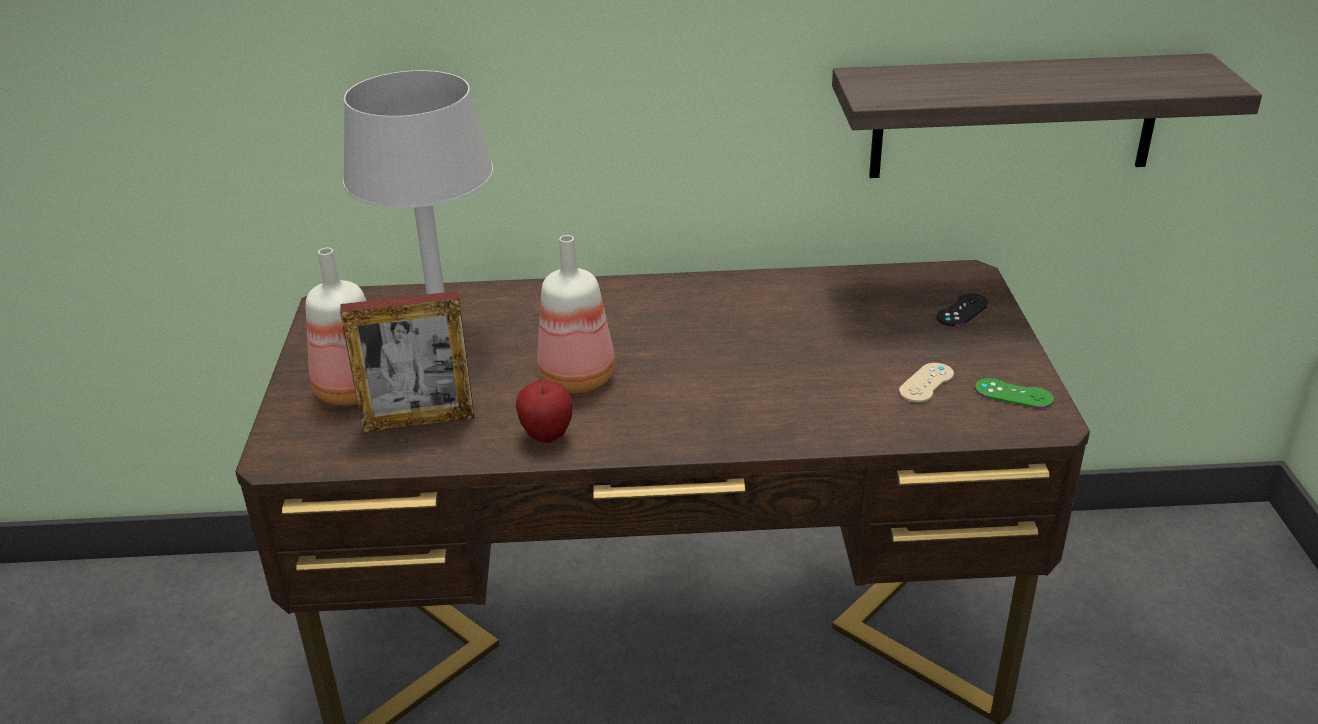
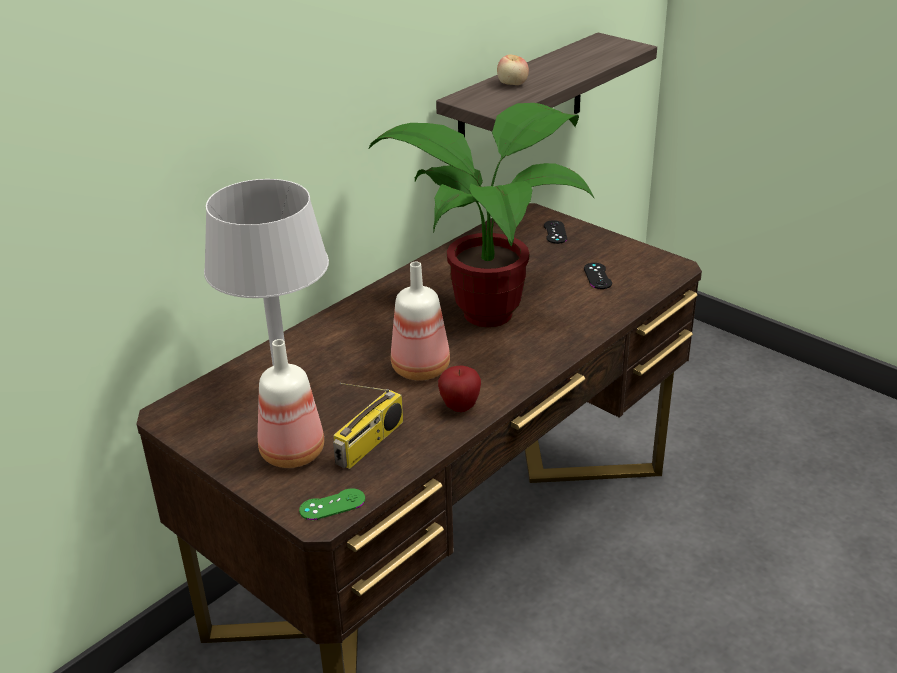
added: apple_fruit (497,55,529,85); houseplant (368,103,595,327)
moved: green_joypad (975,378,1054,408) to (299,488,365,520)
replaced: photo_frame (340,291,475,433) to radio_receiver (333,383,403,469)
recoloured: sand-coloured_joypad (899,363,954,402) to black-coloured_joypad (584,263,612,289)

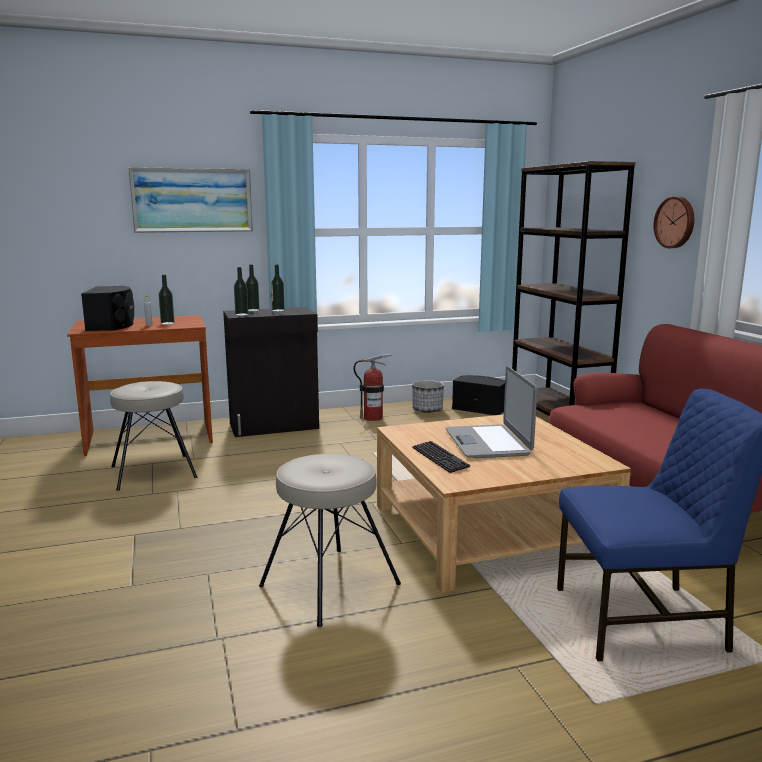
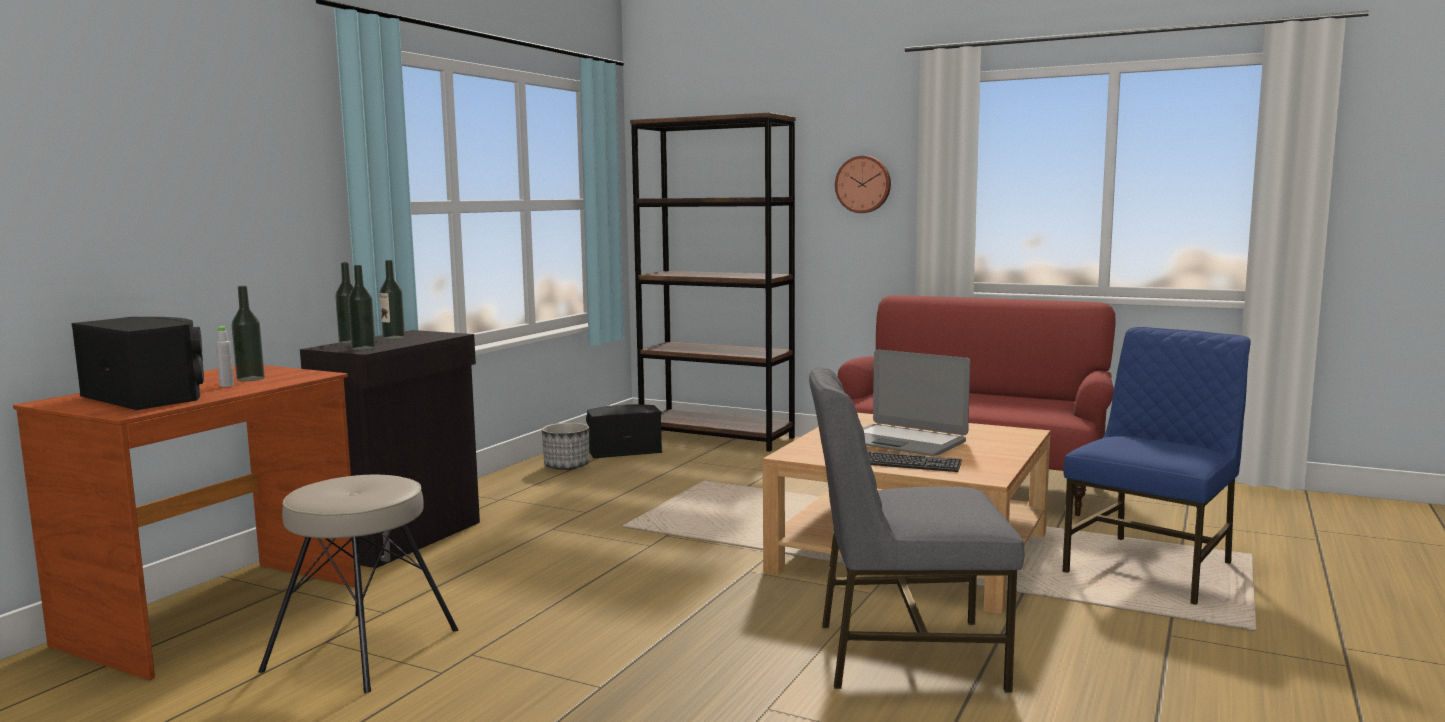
removed: wall_picture (128,167,253,233); extinguisher (354,354,392,421)
replaced: sand-coloured_stool (259,454,401,627) to grey_chair (809,367,1025,692)

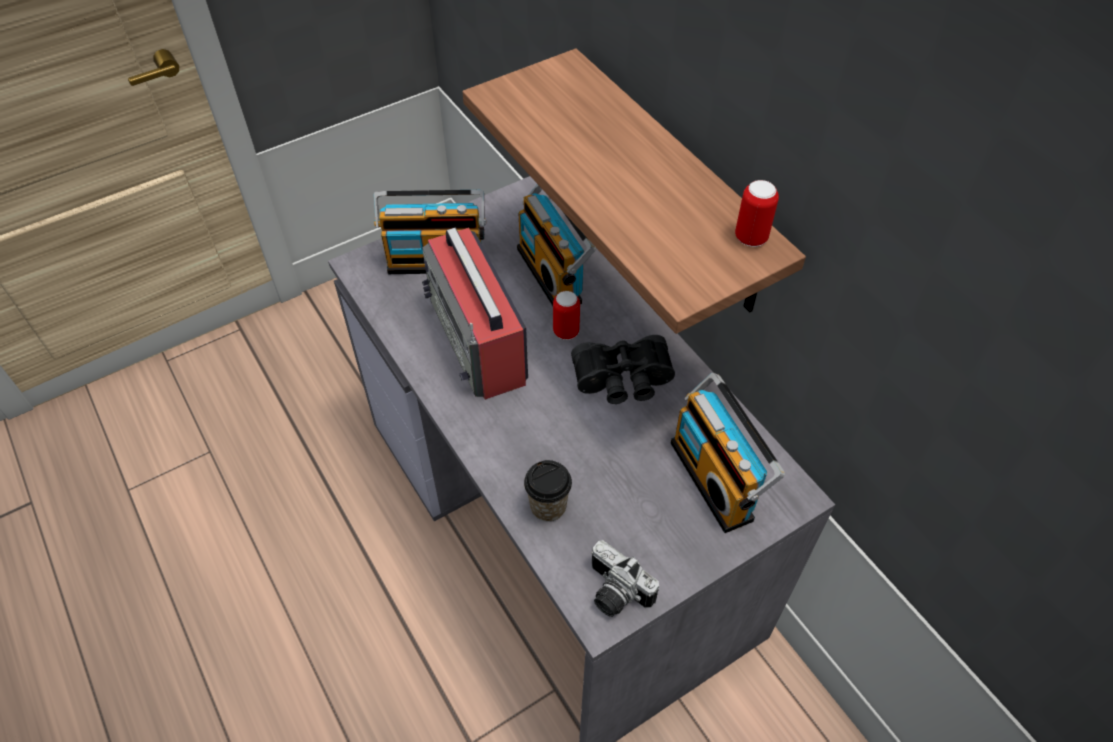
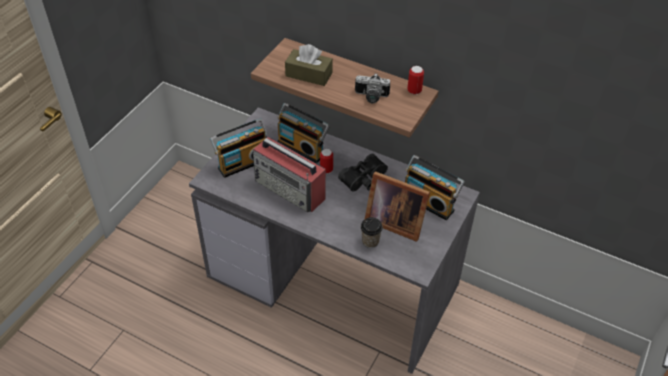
added: brown-coloured_tissue_box (285,44,333,86); photo_frame (364,171,430,242)
moved: photo_camera (591,540,659,617) to (355,73,390,103)

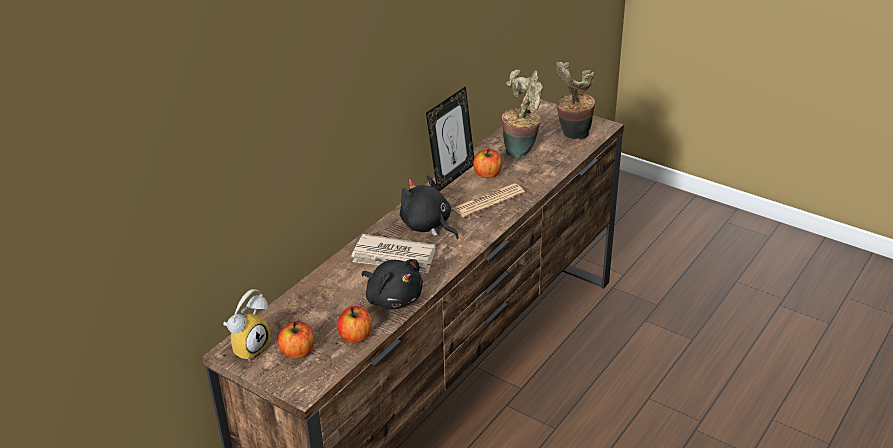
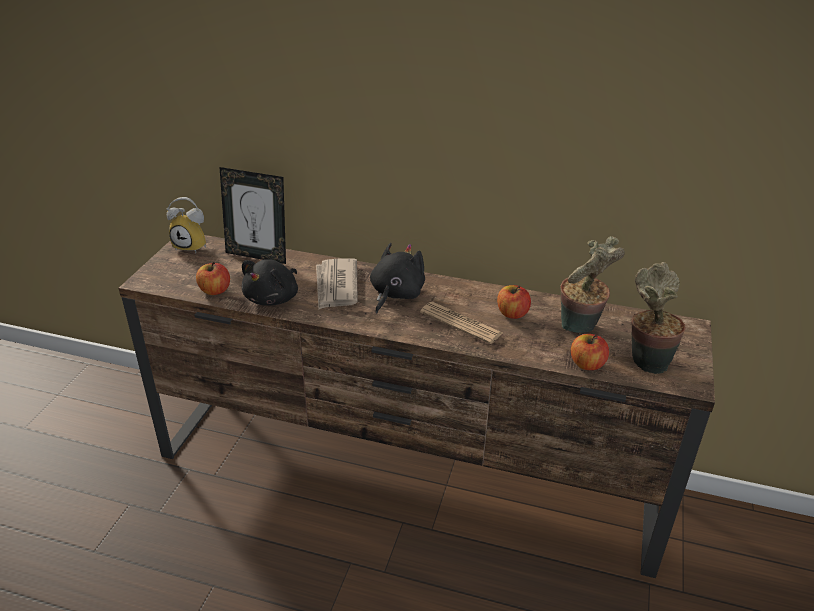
moved: photo_frame (426,86,474,191) to (219,167,286,264); apple_fruit (278,321,314,359) to (571,334,609,370)

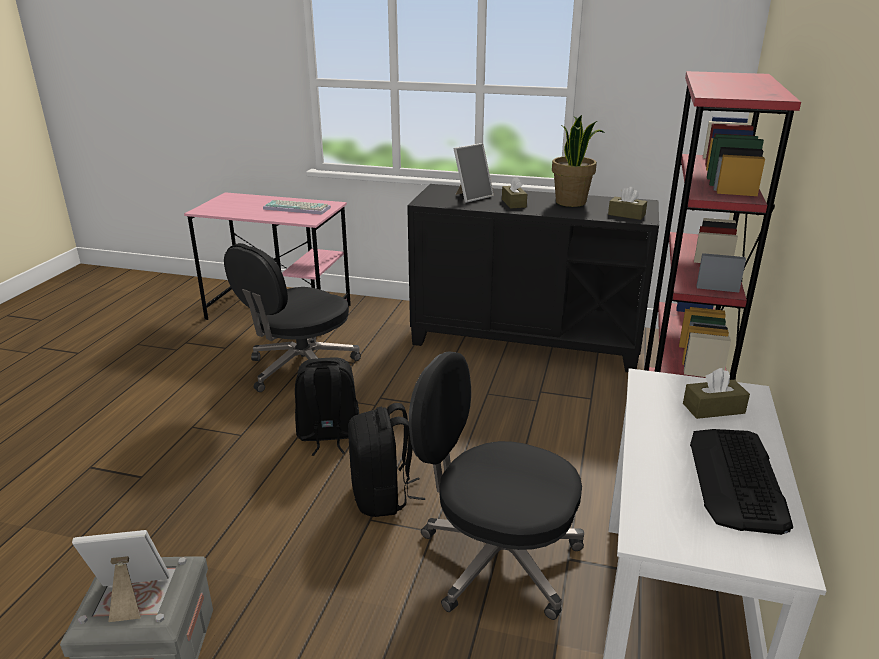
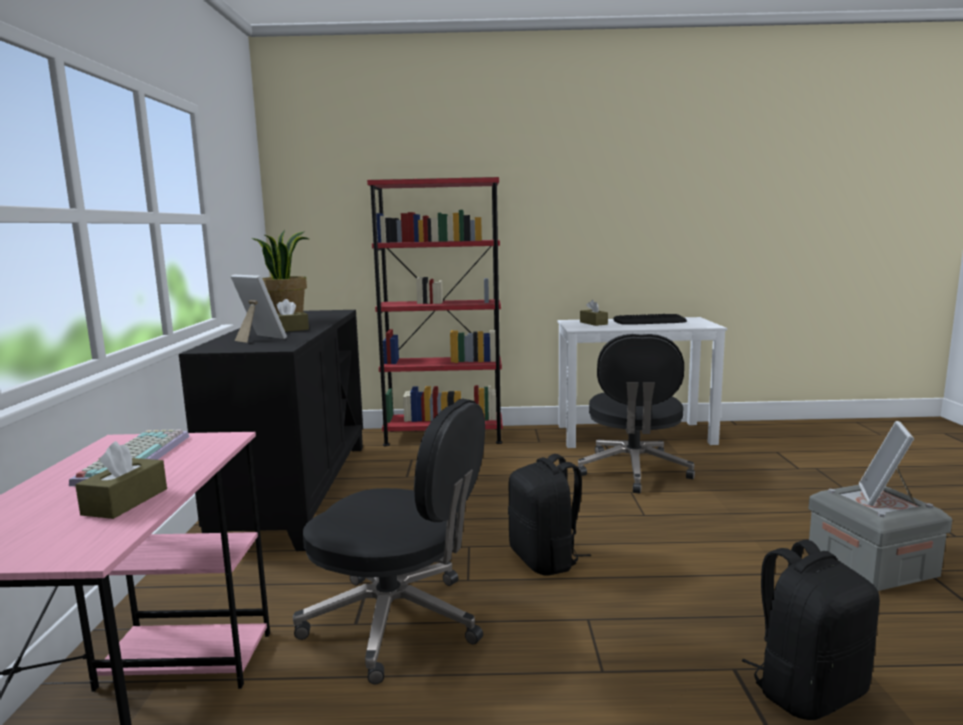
moved: brown-coloured_tissue_box (608,187,647,220) to (75,441,167,519); black-coloured_rucksack (348,403,425,517) to (742,540,880,720)
turned: photo_frame (72,530,170,622) = (859,421,916,506) 45 degrees clockwise

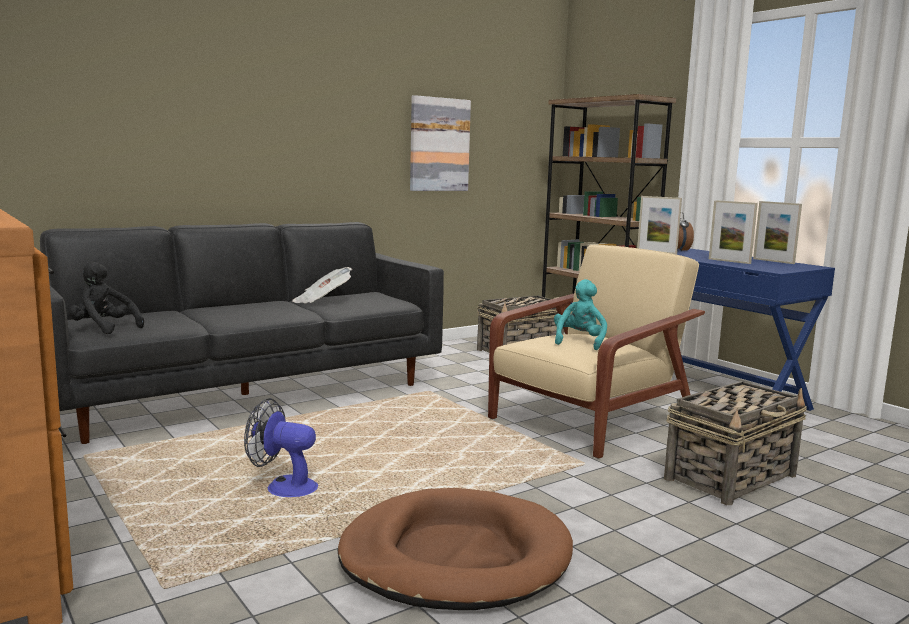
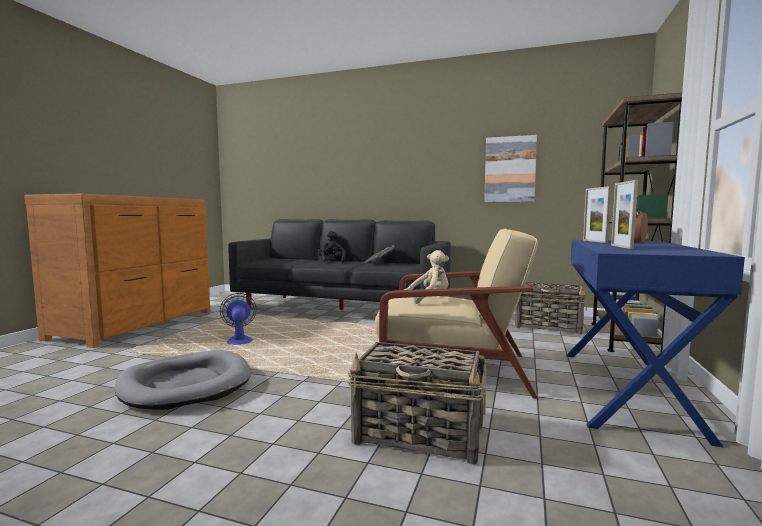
removed: photo_frame (753,201,802,264)
moved: black-coloured_plush_toy (69,262,144,334) to (318,231,346,263)
recoloured: blue-green_plush_toy (554,279,607,350) to sand-coloured_plush_toy (404,250,449,304); brown-coloured_dog_cushion (337,488,573,610) to grey_dog_cushion (114,350,251,410)

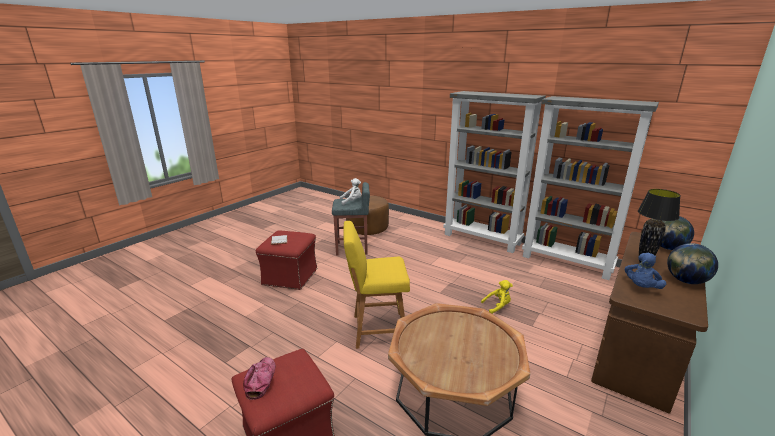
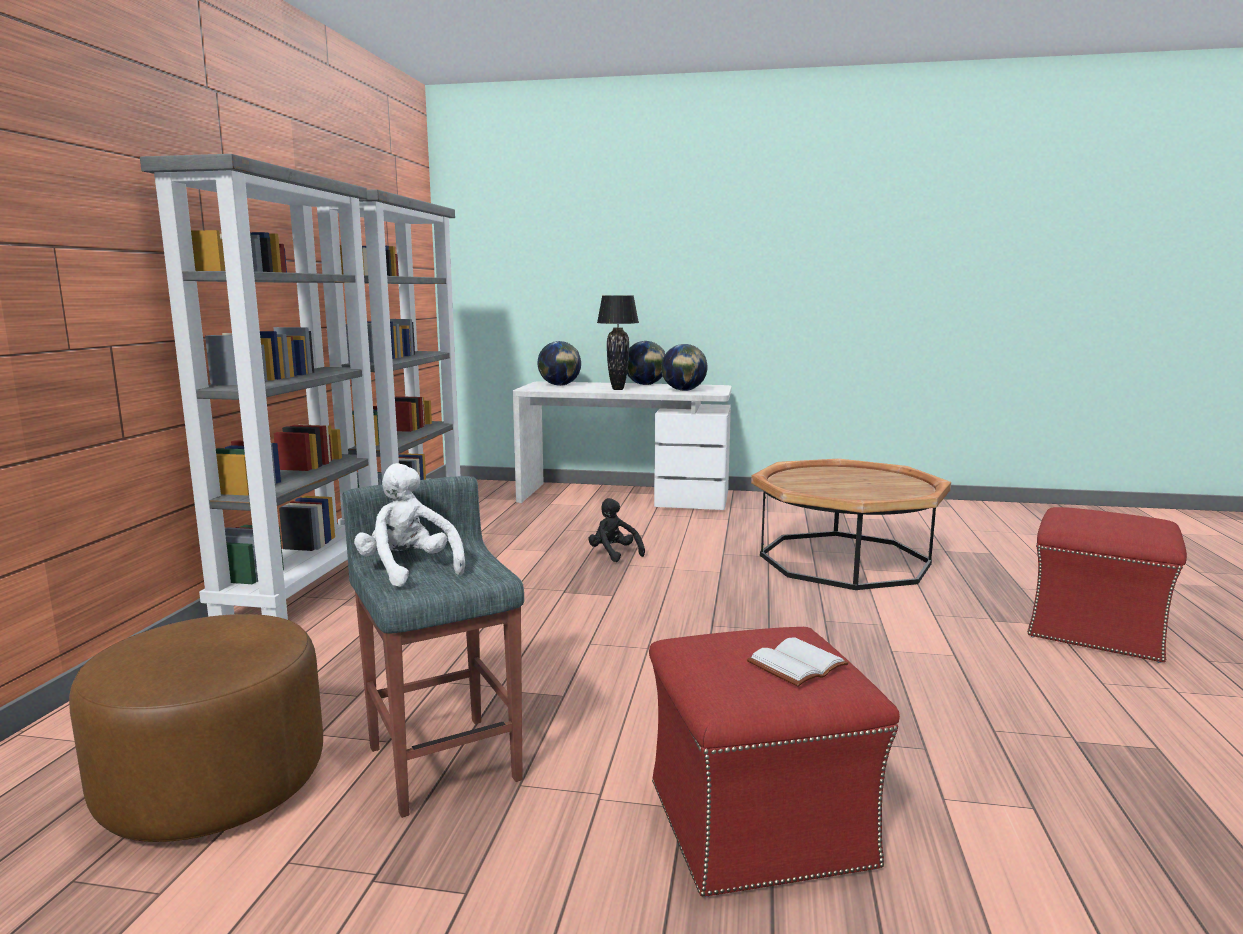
removed: yellowish_stool (343,221,410,349); peaked_cap (243,357,276,400)
replaced: bluish_plush_toy (625,253,666,289) to world_globe (661,344,707,391)
recoloured: brown-coloured_desk (591,232,708,414) to white-coloured_desk (513,381,732,510); yellowish_plush_toy (481,280,513,314) to black-coloured_plush_toy (588,498,645,562)

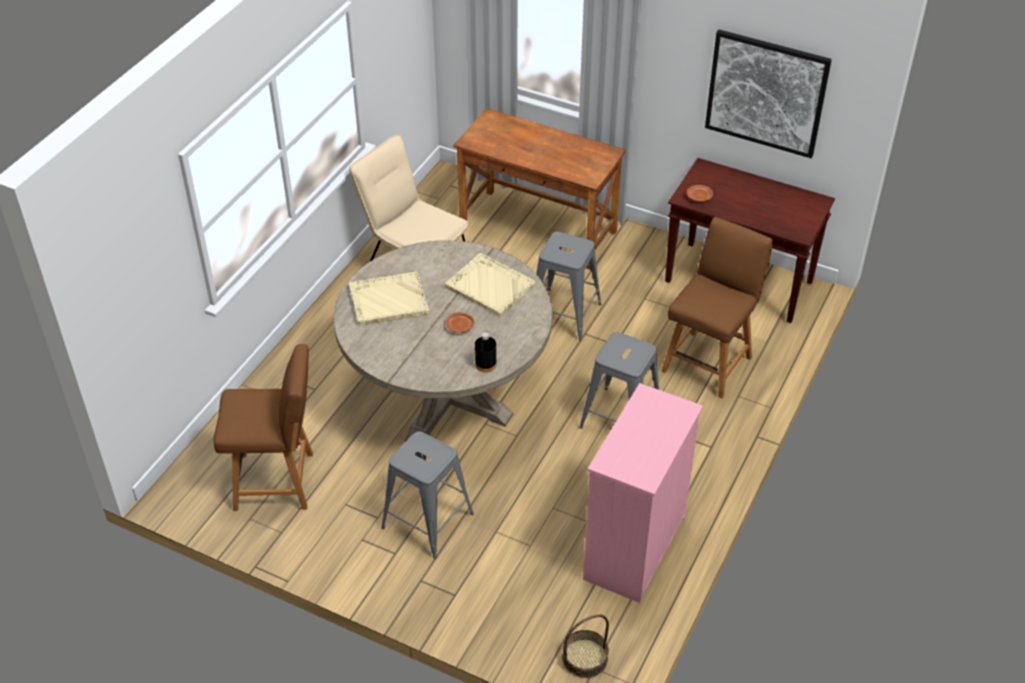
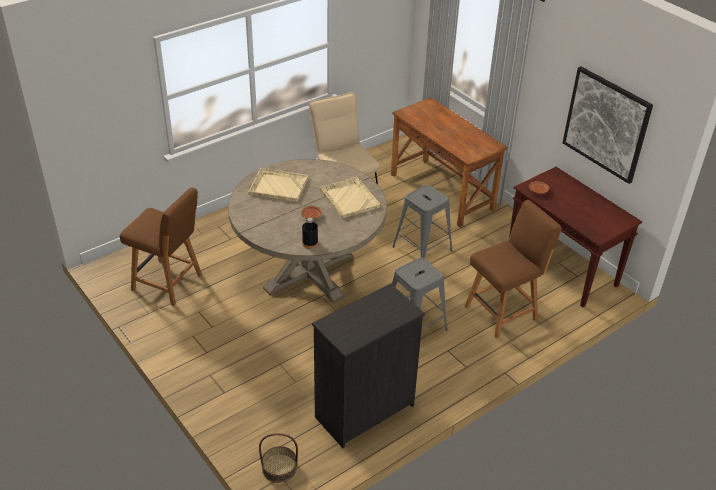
removed: grey_stool (381,431,474,558)
recoloured: pink-coloured_chest_of_drawers (583,383,703,603) to black-coloured_chest_of_drawers (312,284,425,448)

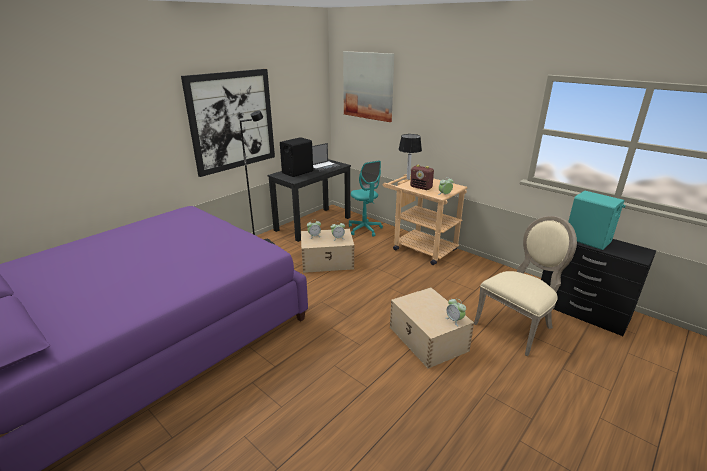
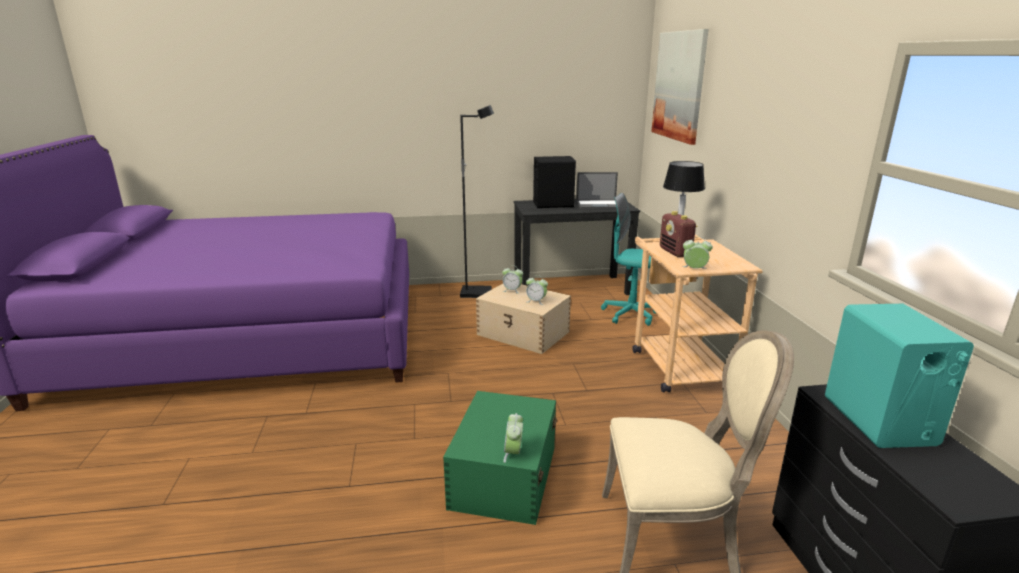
removed: wall_picture (181,69,275,177)
recoloured: sand-coloured_storage_box (390,287,474,369) to green_storage_box (443,391,557,525)
turned: blue-green_desk_chair (349,160,383,237) = (601,193,656,326) 105 degrees clockwise

